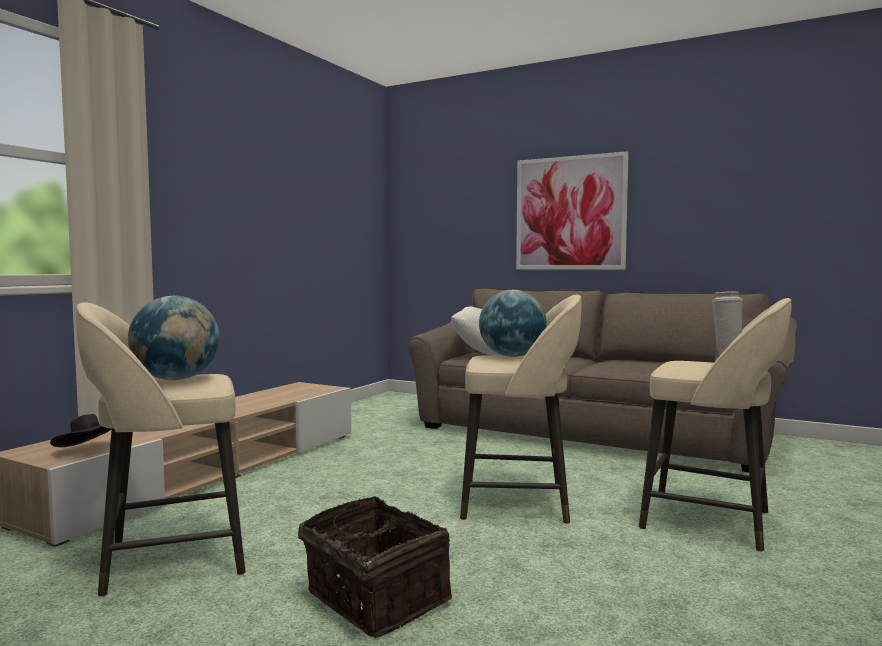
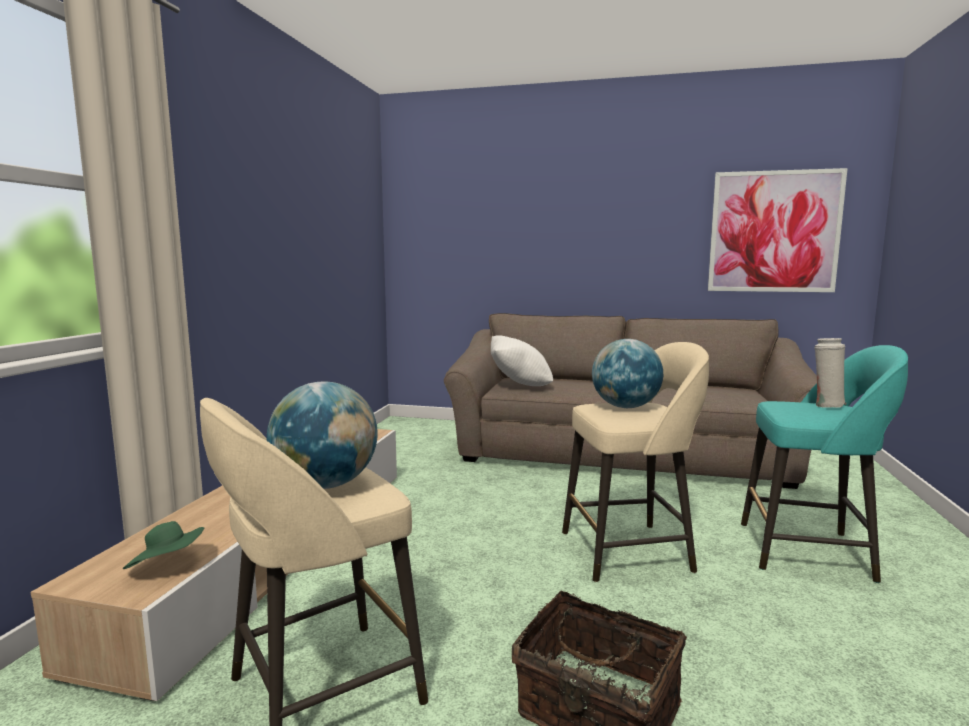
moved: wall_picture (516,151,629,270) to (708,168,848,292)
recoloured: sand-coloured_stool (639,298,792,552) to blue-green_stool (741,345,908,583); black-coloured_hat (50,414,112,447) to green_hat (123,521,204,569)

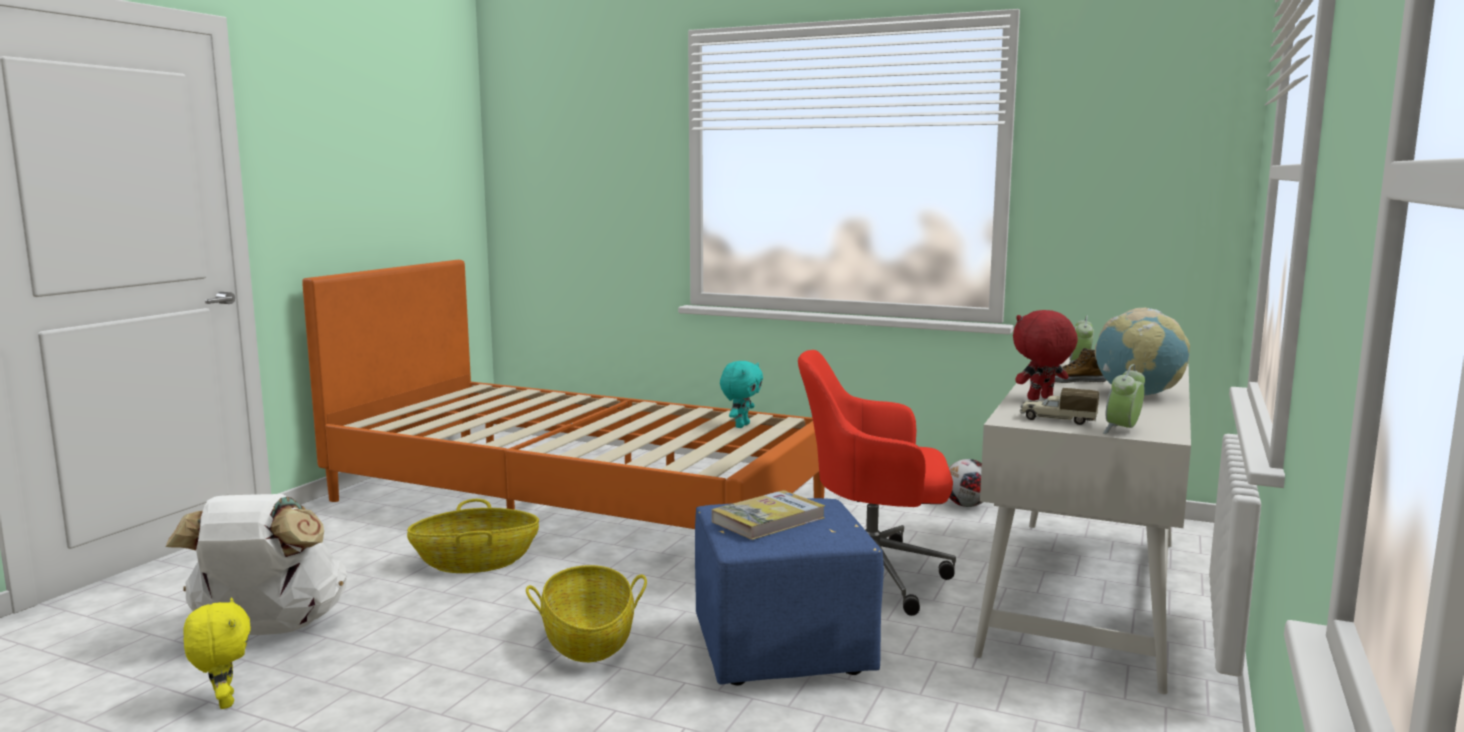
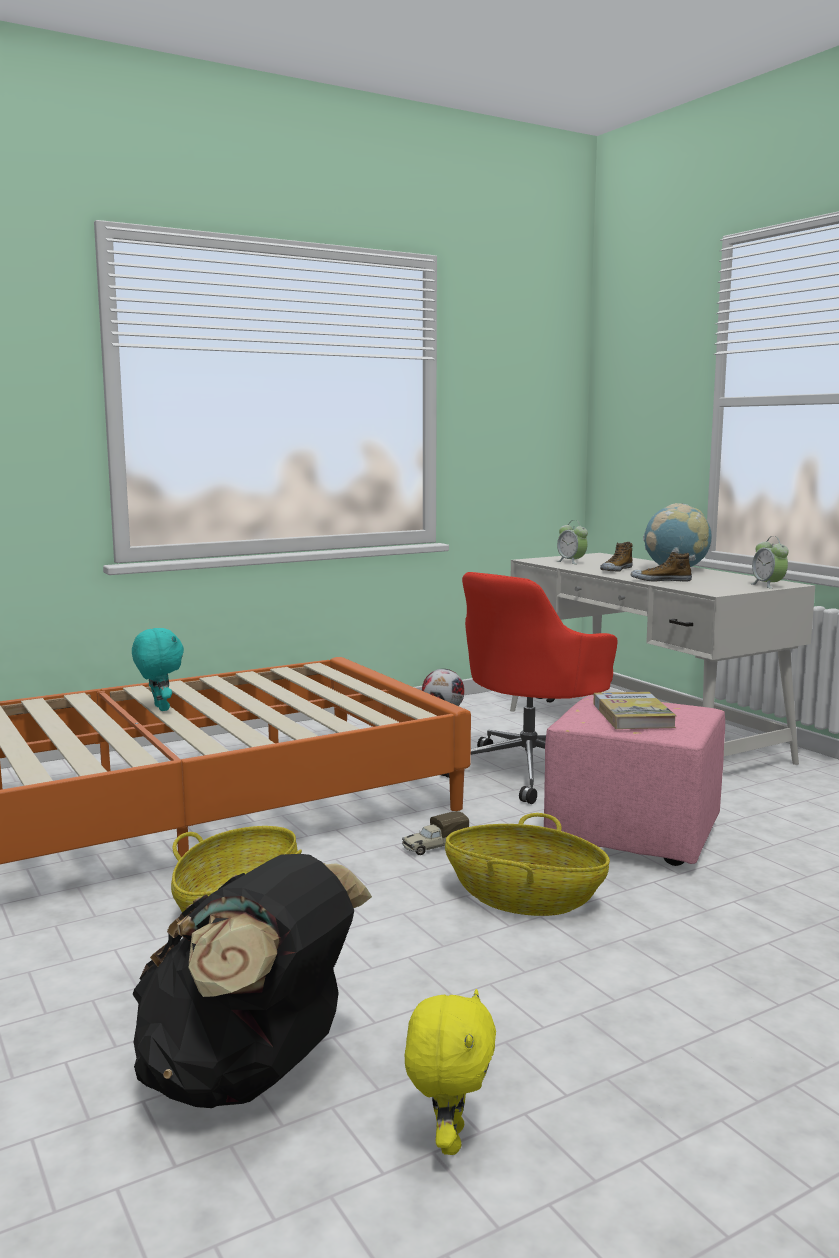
moved: blue-green_plush_toy (720,361,763,428) to (132,628,184,711); toy_lorry (1020,388,1099,425) to (402,811,469,855)
replaced: red_plush_toy (1013,310,1078,401) to low_shoe (631,552,692,582)
recoloured: white-coloured_rucksack (165,494,347,635) to black-coloured_rucksack (133,854,372,1108); bluish_ottoman (695,498,884,685) to pink-coloured_ottoman (544,695,725,866)
turned: yellowish_plush_toy (183,598,251,709) = (405,989,496,1155) 90 degrees clockwise

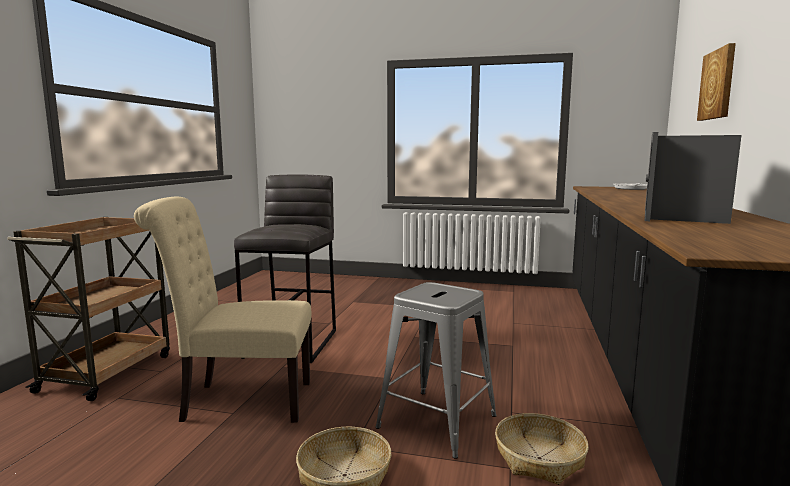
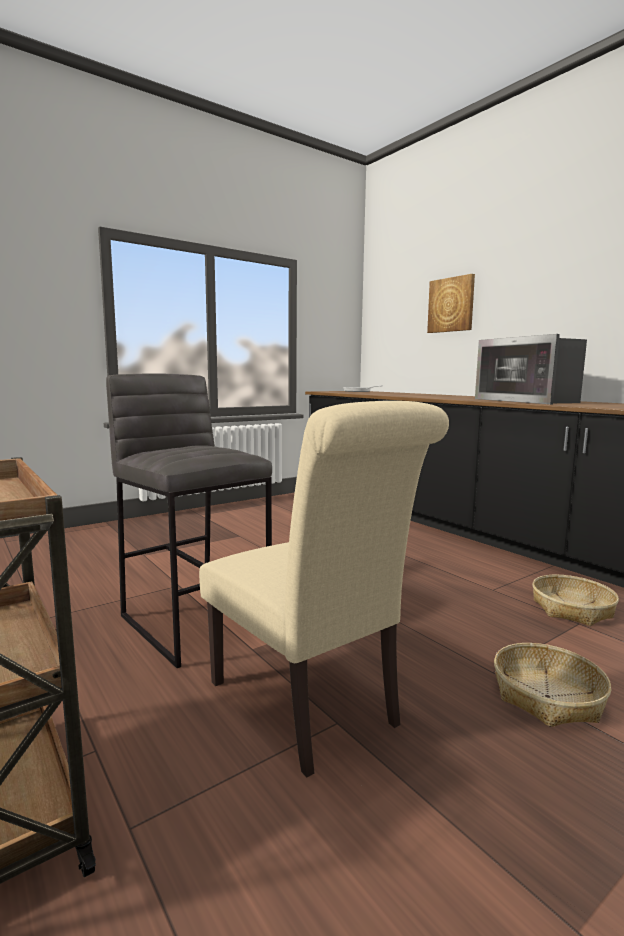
removed: grey_stool (376,282,497,459)
turned: sand-coloured_chair (134,197,311,423) = (199,401,449,778) 75 degrees counterclockwise

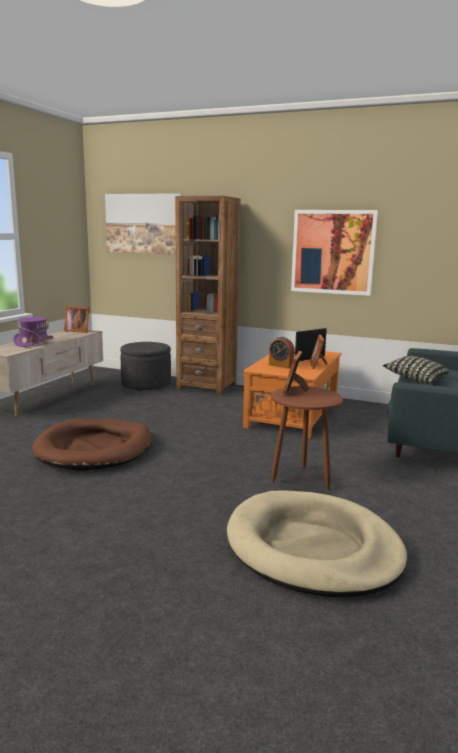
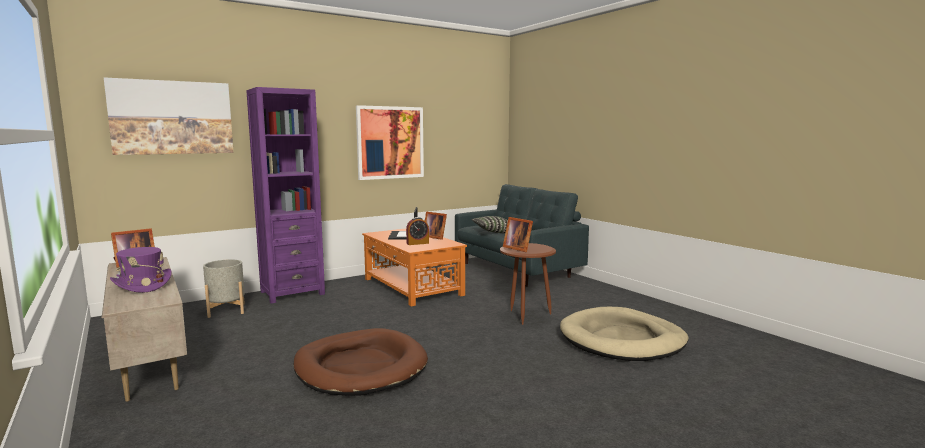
replaced: grey_ottoman (120,342,171,391) to grey_flower_pot (203,259,245,318)
recoloured: brown-coloured_shelving_unit (175,196,241,396) to purple_shelving_unit (246,87,325,304)

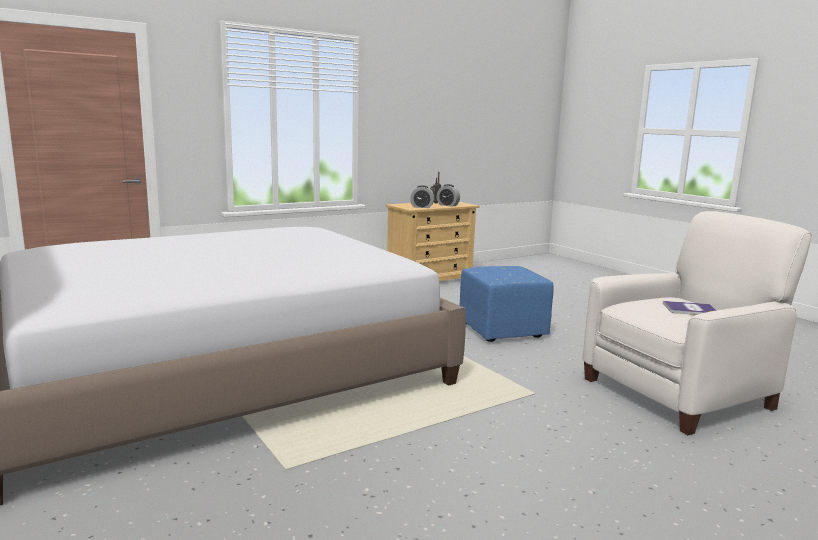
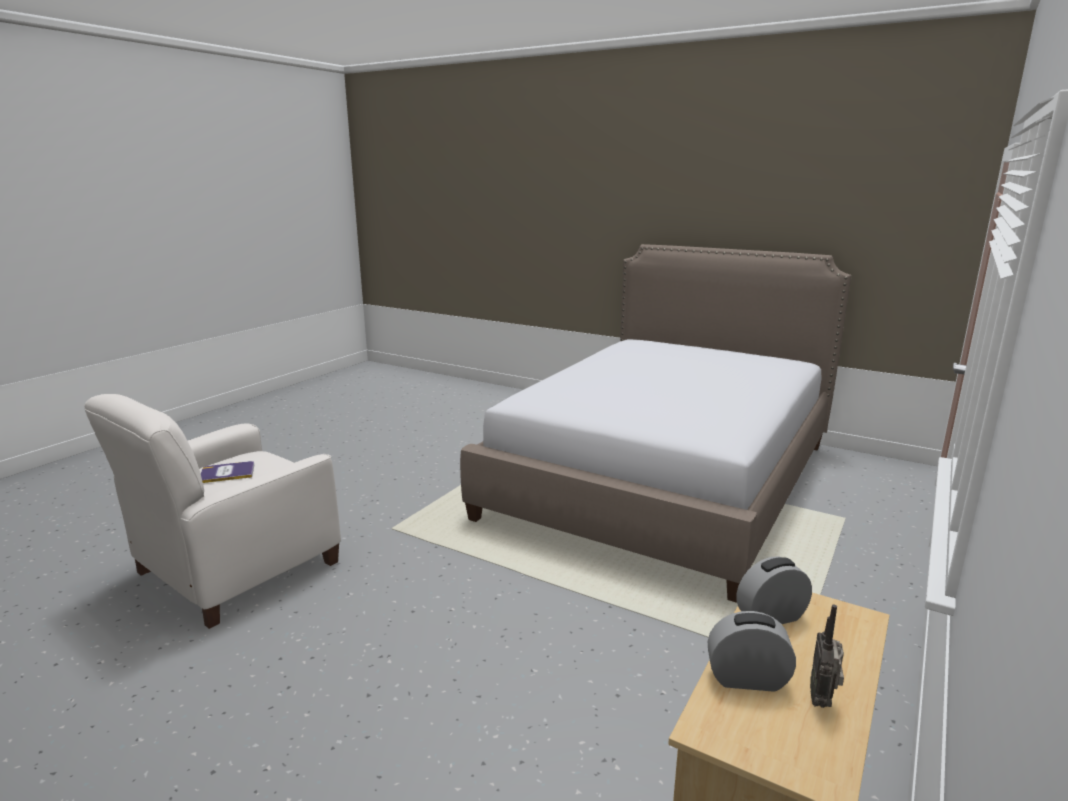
removed: bluish_ottoman (459,266,554,342)

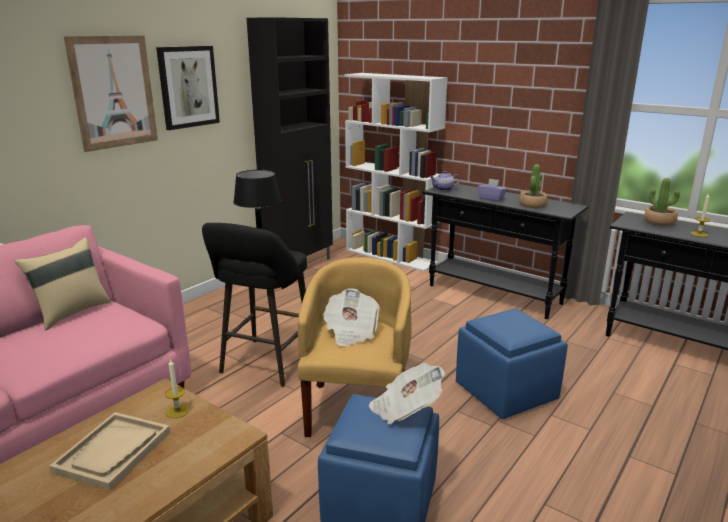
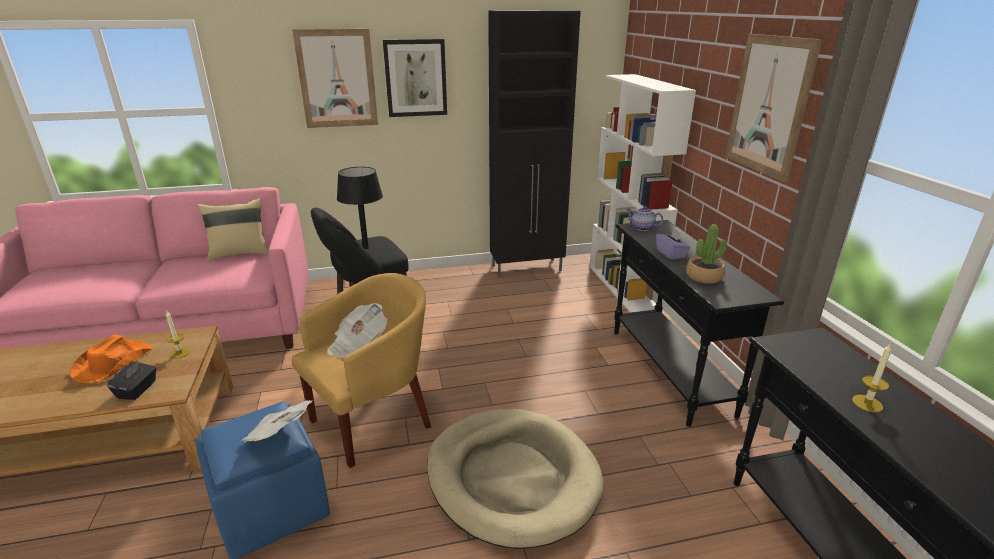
removed: houseplant (644,178,680,226)
added: wall_picture (725,34,822,182); black-coloured_tissue_box (107,361,157,400)
replaced: bluish_ottoman (456,308,568,419) to sand-coloured_dog_cushion (427,408,604,549); sand-coloured_carrying_tray (49,412,170,491) to orange-coloured_hat (70,334,152,383)

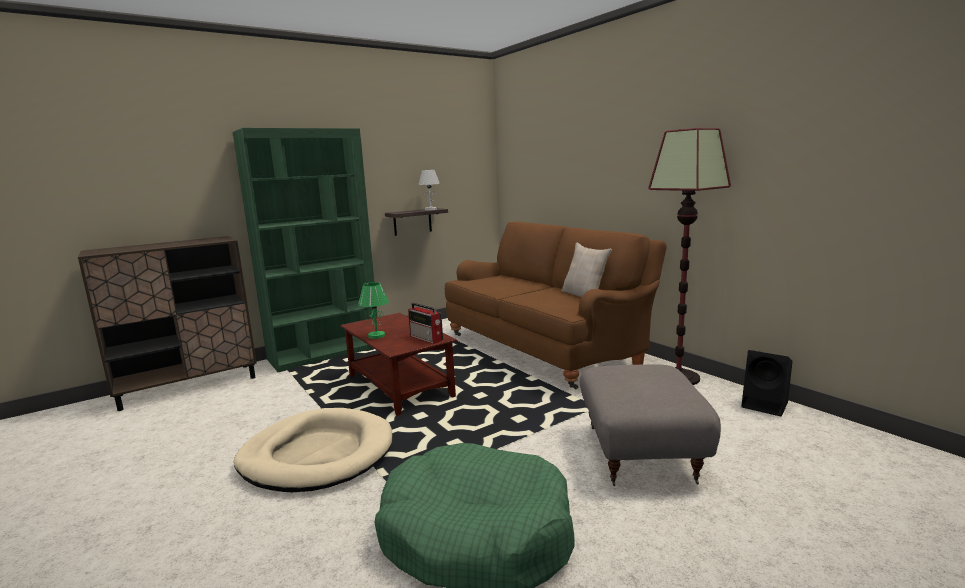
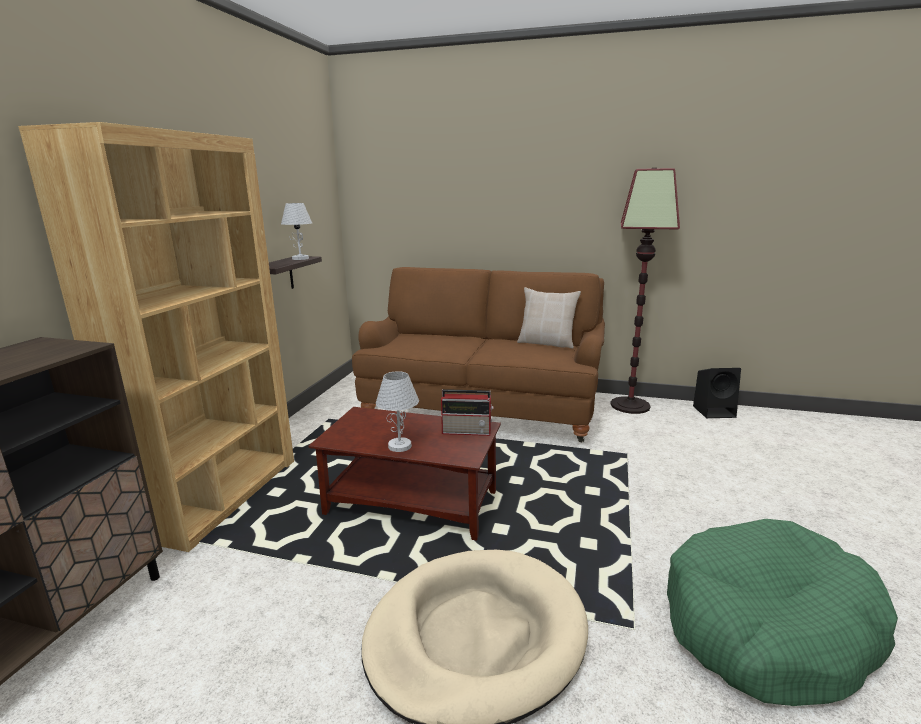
removed: grey_ottoman (580,364,721,486)
recoloured: green_shelving_unit (233,128,378,372) to brown-coloured_shelving_unit (18,122,294,552); green_tabletop_lamp (358,282,389,339) to white-coloured_tabletop_lamp (376,371,419,452)

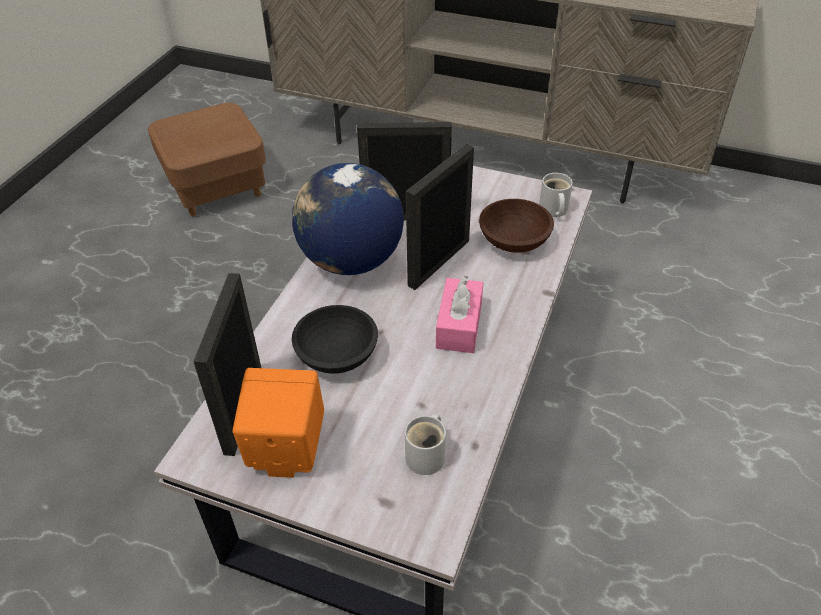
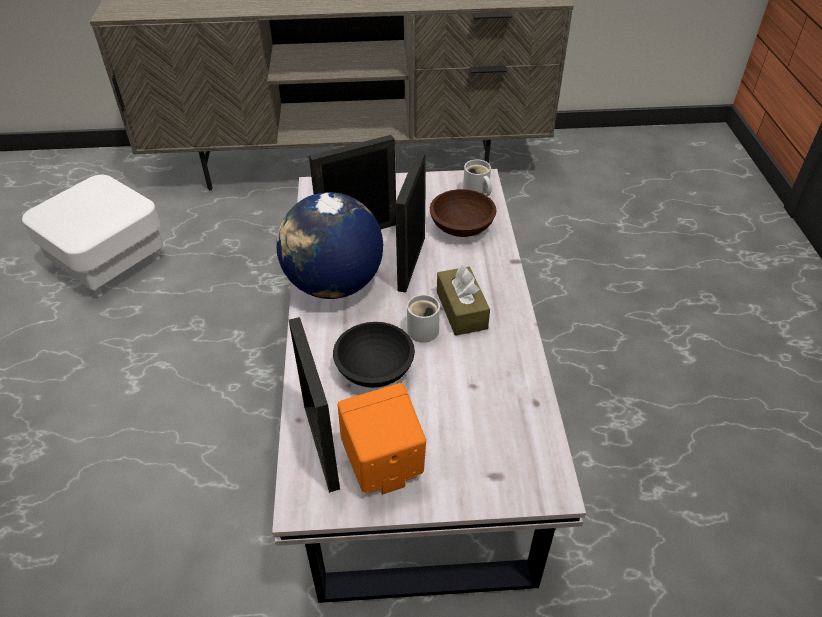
moved: white-coloured_mug (405,414,446,475) to (407,294,440,343)
recoloured: brown-coloured_ottoman (148,103,266,216) to white-coloured_ottoman (22,175,163,297); pink-coloured_tissue_box (436,276,483,353) to brown-coloured_tissue_box (437,264,490,336)

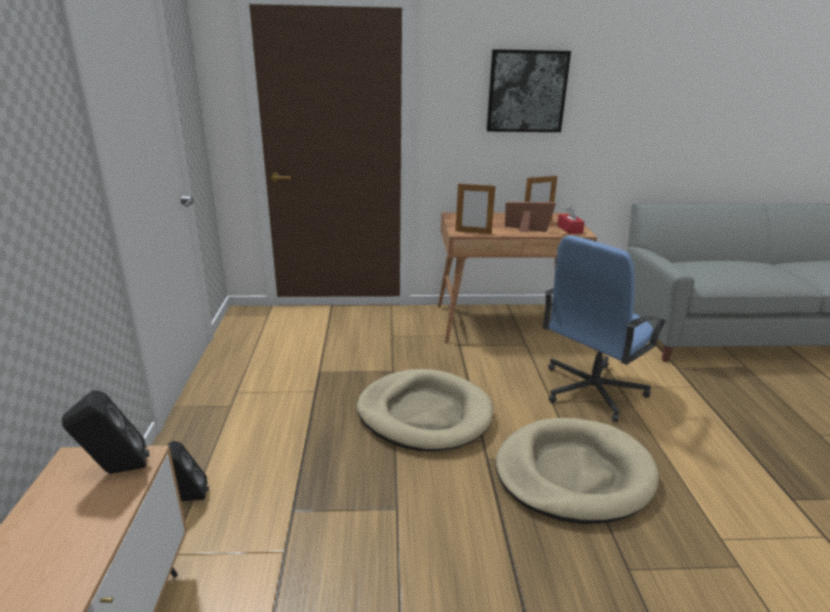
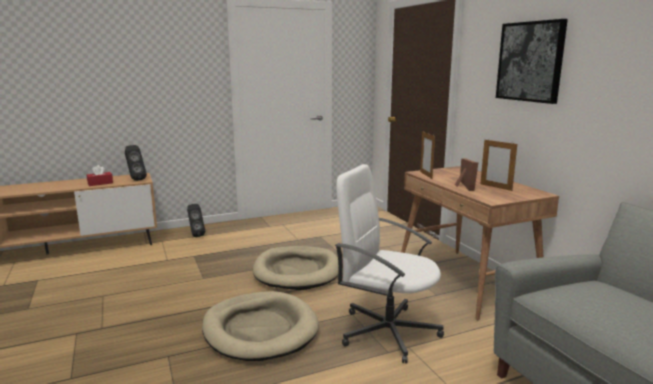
moved: red_tissue_box (557,206,585,234) to (87,165,113,186)
recoloured: bluish_desk_chair (543,235,667,422) to white-coloured_desk_chair (335,164,444,363)

